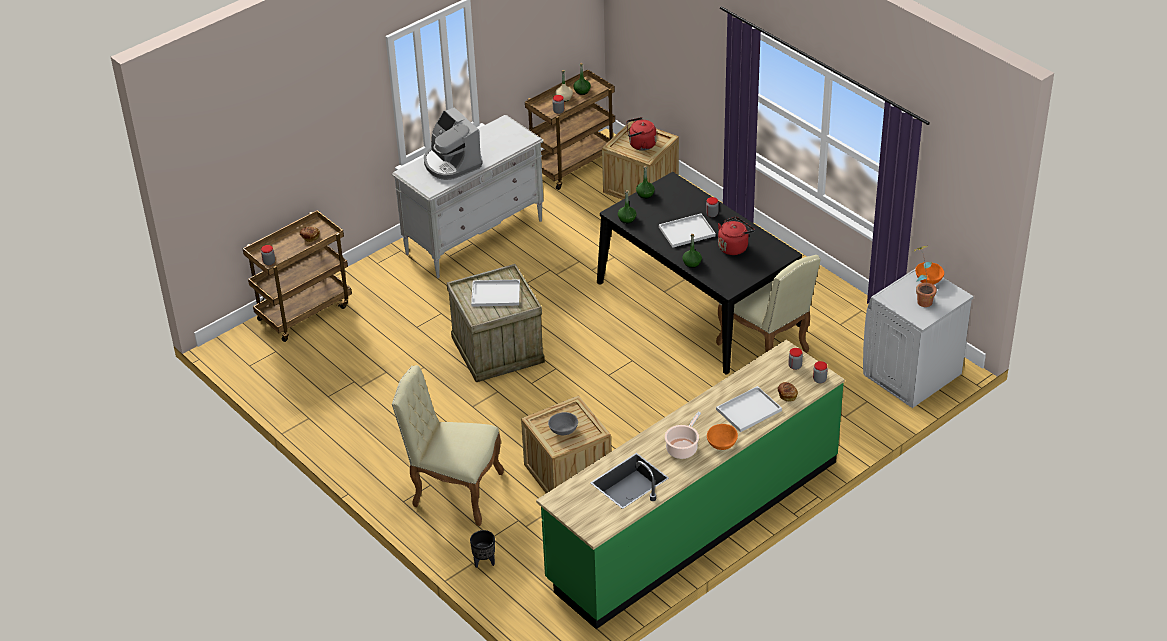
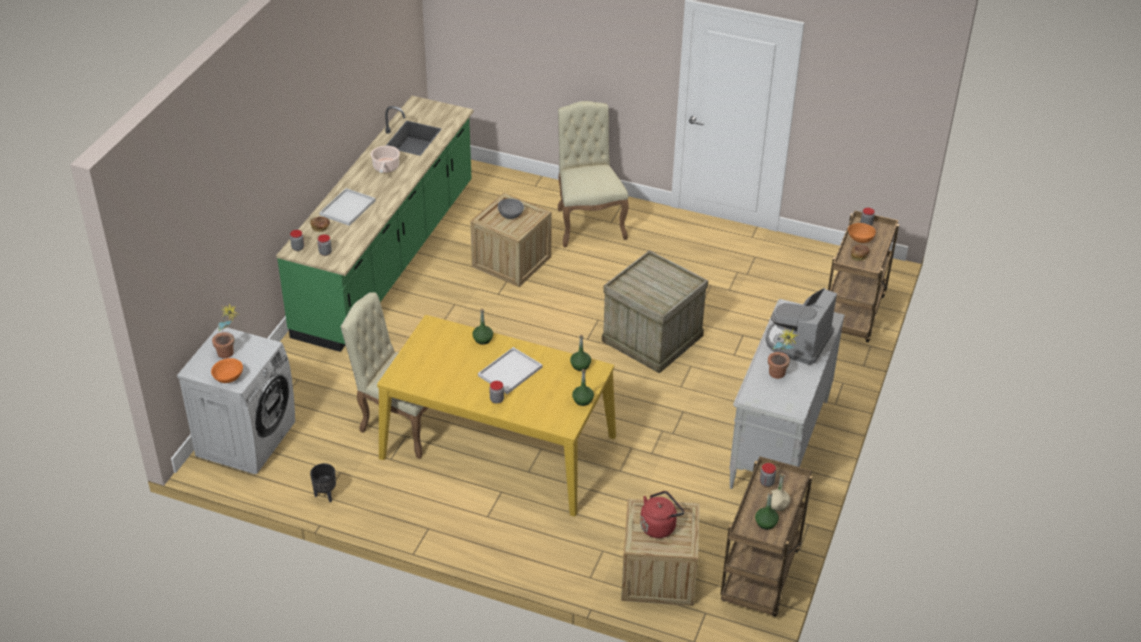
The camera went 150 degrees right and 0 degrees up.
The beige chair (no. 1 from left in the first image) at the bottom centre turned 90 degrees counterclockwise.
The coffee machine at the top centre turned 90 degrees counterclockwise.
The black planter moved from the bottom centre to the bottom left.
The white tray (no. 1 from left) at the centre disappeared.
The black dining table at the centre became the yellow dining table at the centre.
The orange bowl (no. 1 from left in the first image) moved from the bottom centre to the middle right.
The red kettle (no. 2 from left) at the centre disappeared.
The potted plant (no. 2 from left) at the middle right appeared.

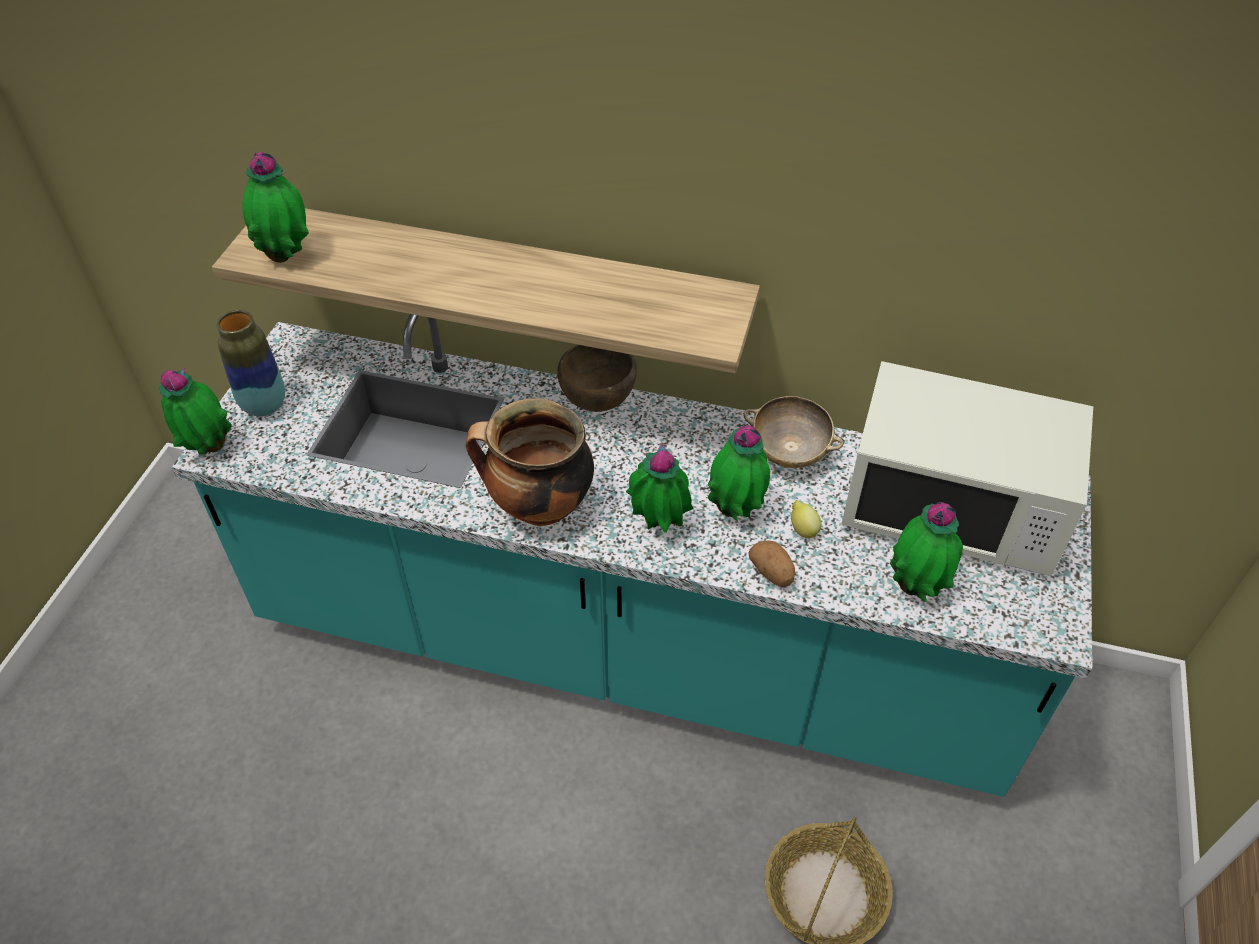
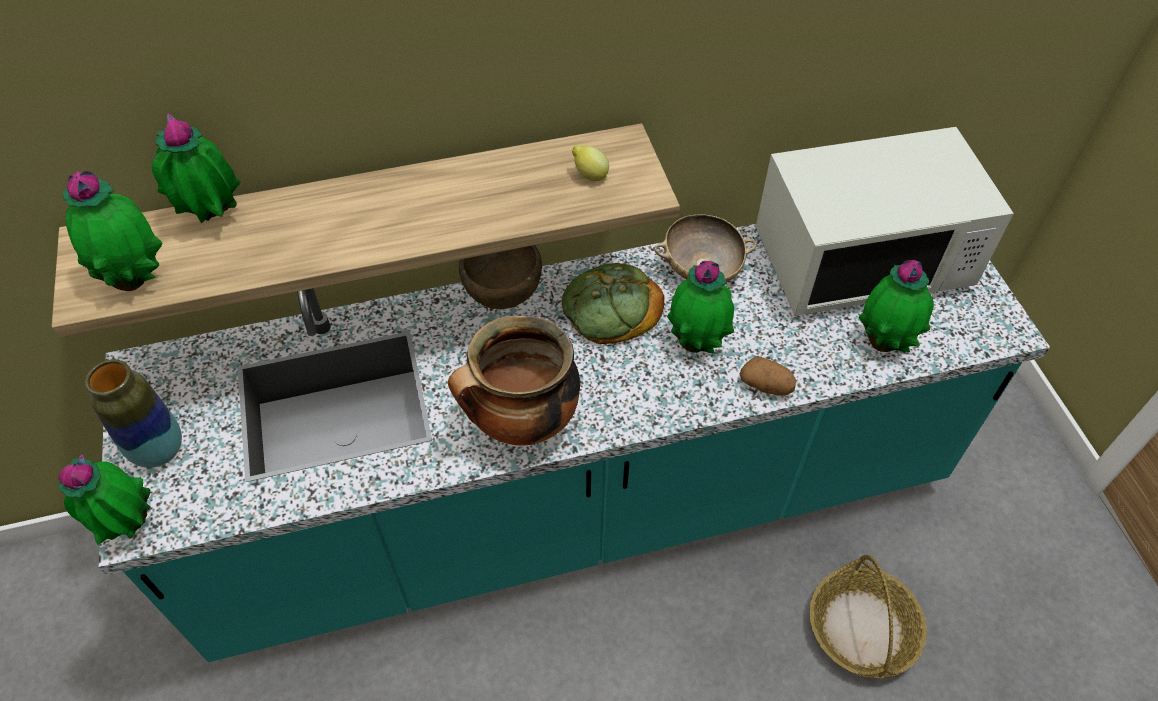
The camera went 30 degrees left and 5 degrees up.
The potted plant (no. 3 from left) moved from the centre to the top left.
The lemon moved from the centre to the top centre.
The bread at the centre appeared.

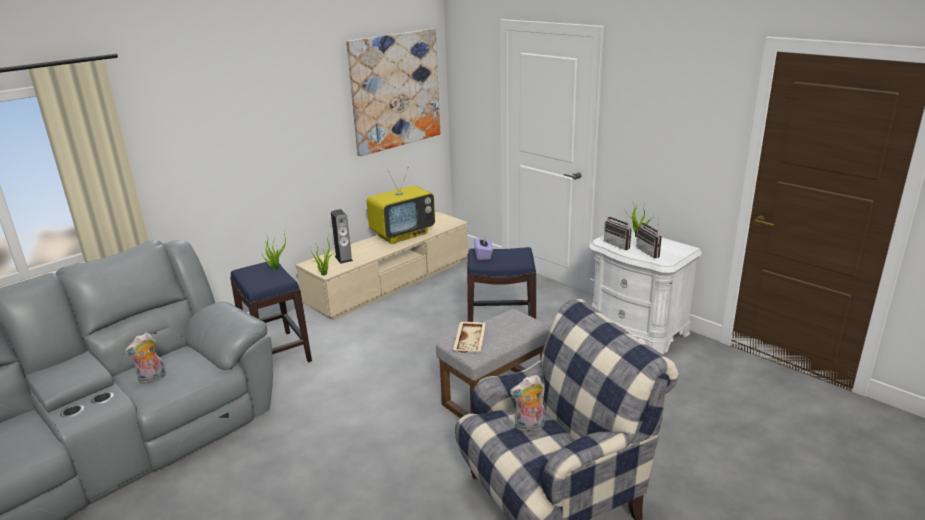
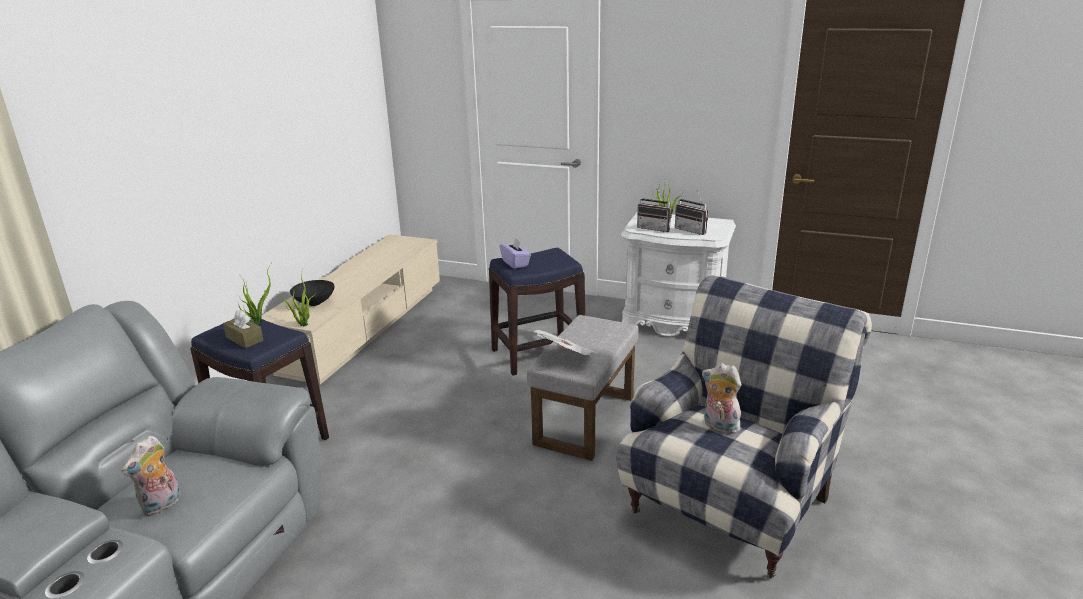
The camera went 25 degrees left and 0 degrees up.
The speaker at the centre was replaced by the black bowl at the middle left.
The picture at the top centre disappeared.
The television at the centre disappeared.
The beige tray at the centre was replaced by the newspaper at the centre.
The plush toy (no. 2 from left) at the bottom centre turned 75 degrees clockwise.
The brown tissue box at the middle left appeared.

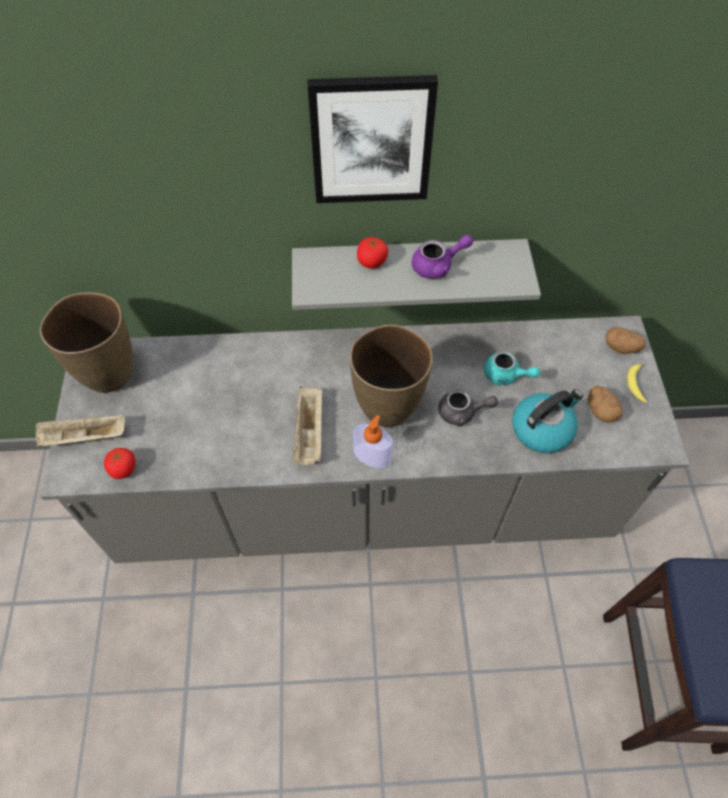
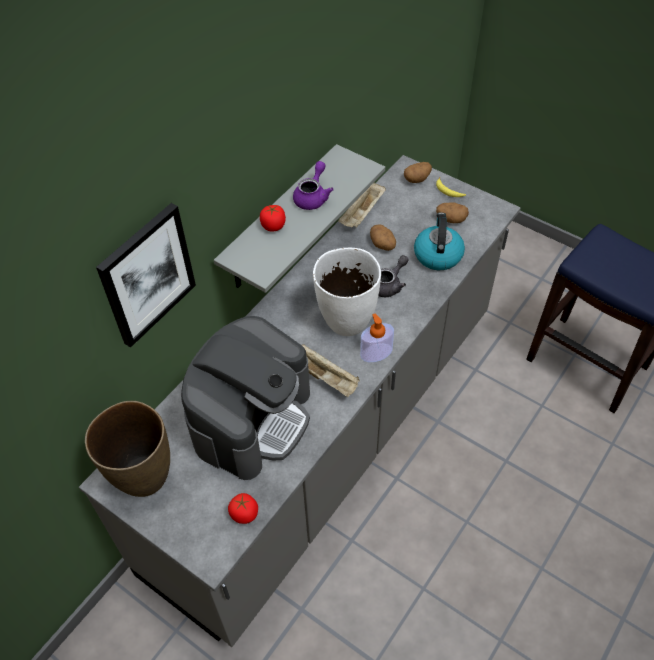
The camera went 50 degrees left and 5 degrees down.
The beige tray (no. 1 from left in the first image) moved from the middle left to the top centre.
The picture moved from the top centre to the middle left.
The brown vase (no. 2 from left) at the centre became the white vase at the centre.
The turquoise teapot at the middle right was replaced by the potato (no. 1 from left) at the centre.
The coffee machine at the centre appeared.

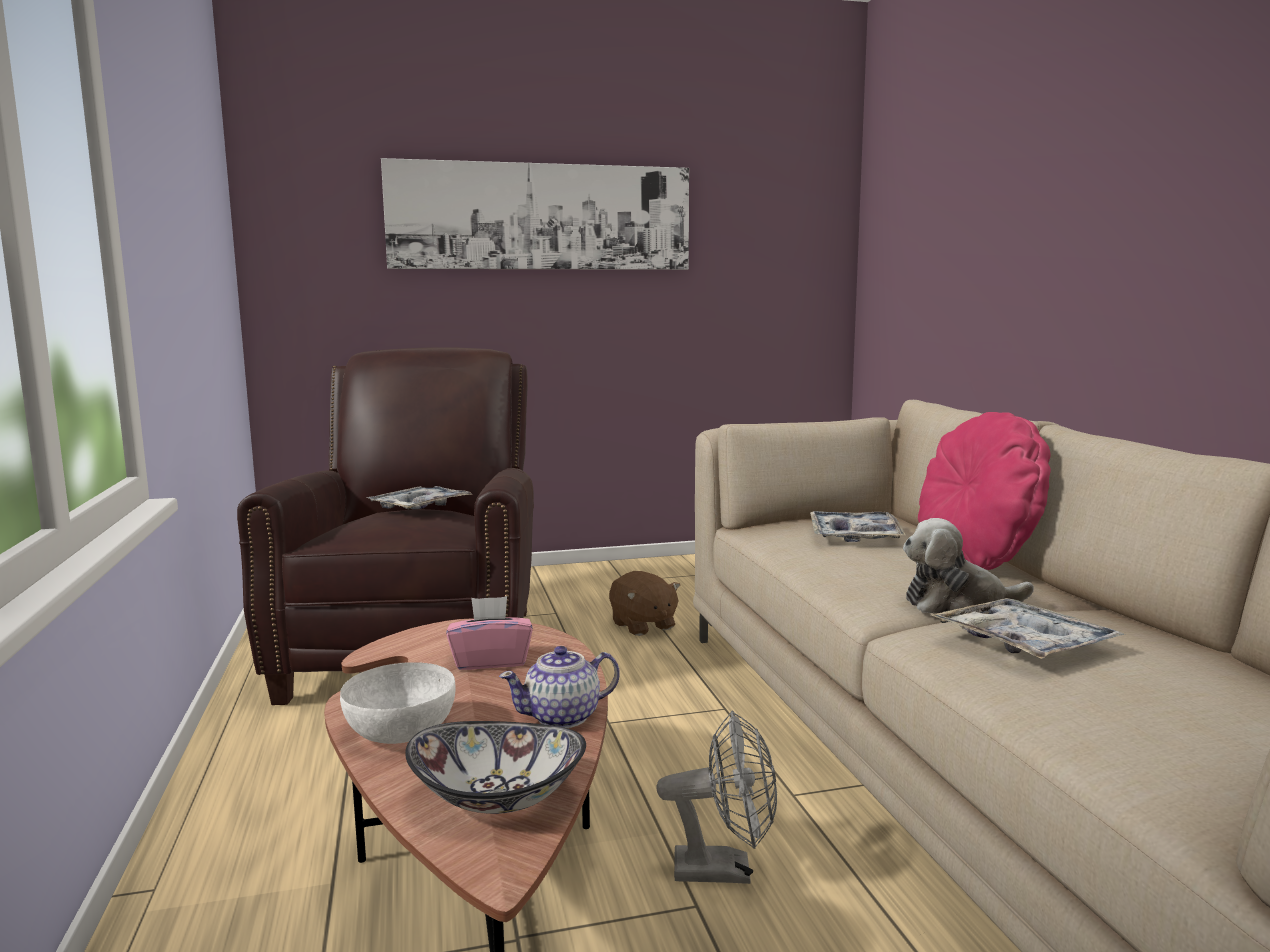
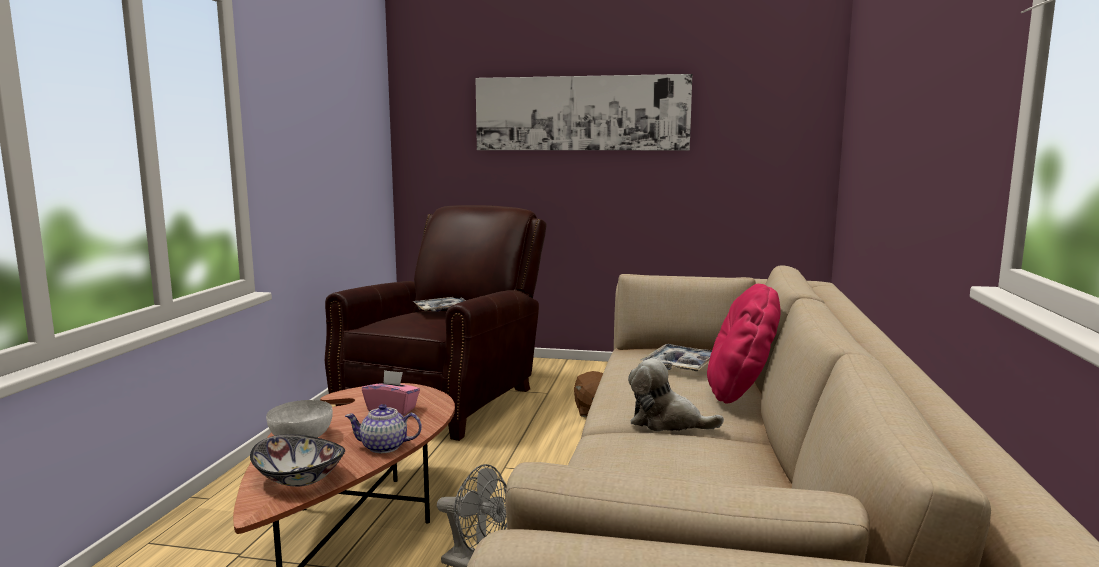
The camera went 25 degrees right and 0 degrees up.
The tray (no. 3 from left) at the middle right disappeared.

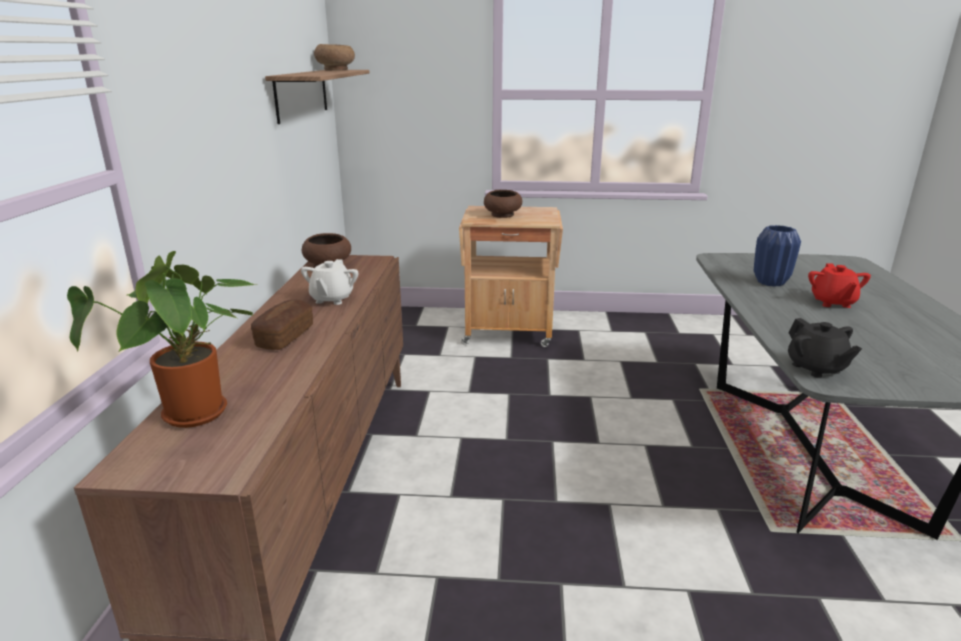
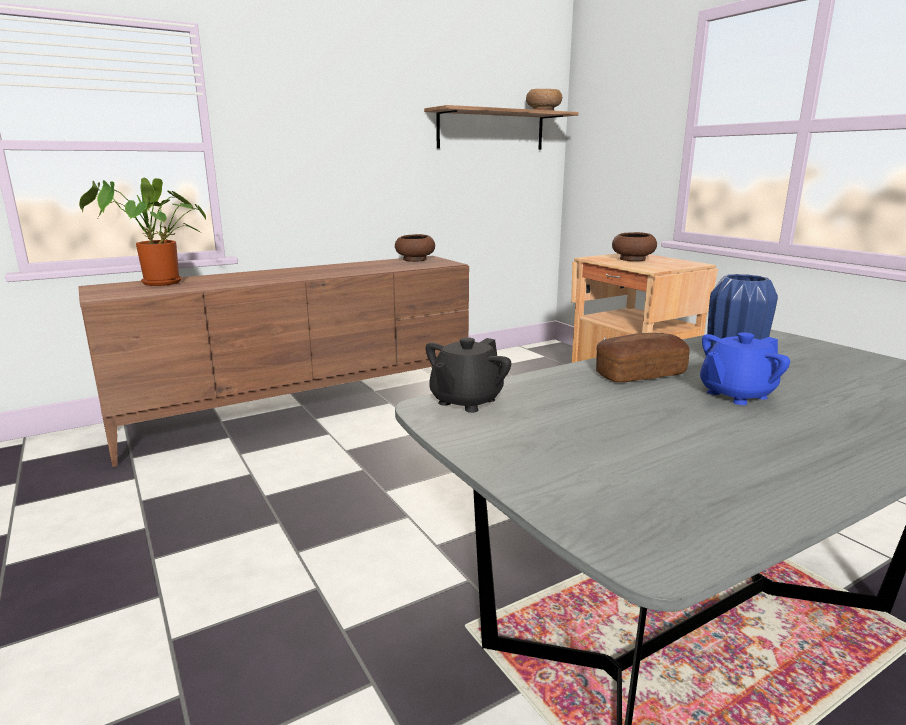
The camera went 55 degrees right and 5 degrees down.
The bread moved from the middle left to the middle right.
The white teapot at the centre disappeared.
The red teapot at the middle right became the blue teapot at the middle right.

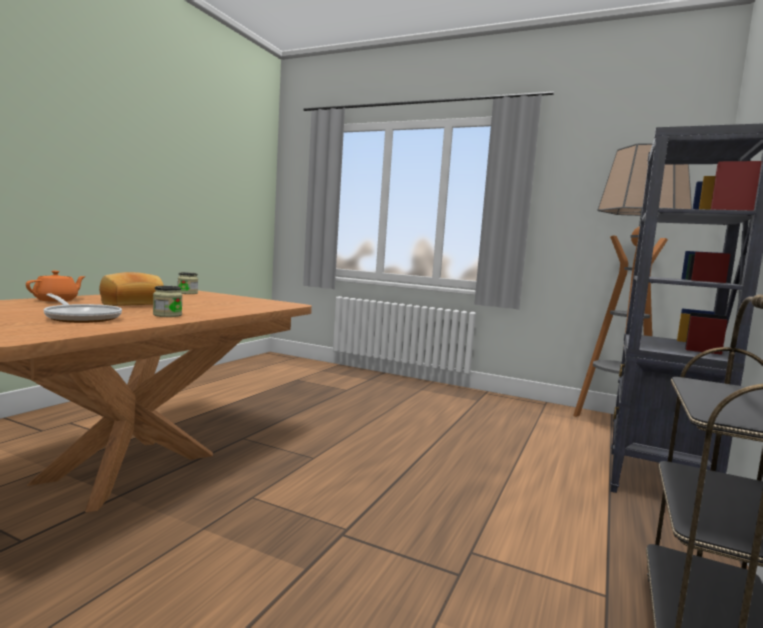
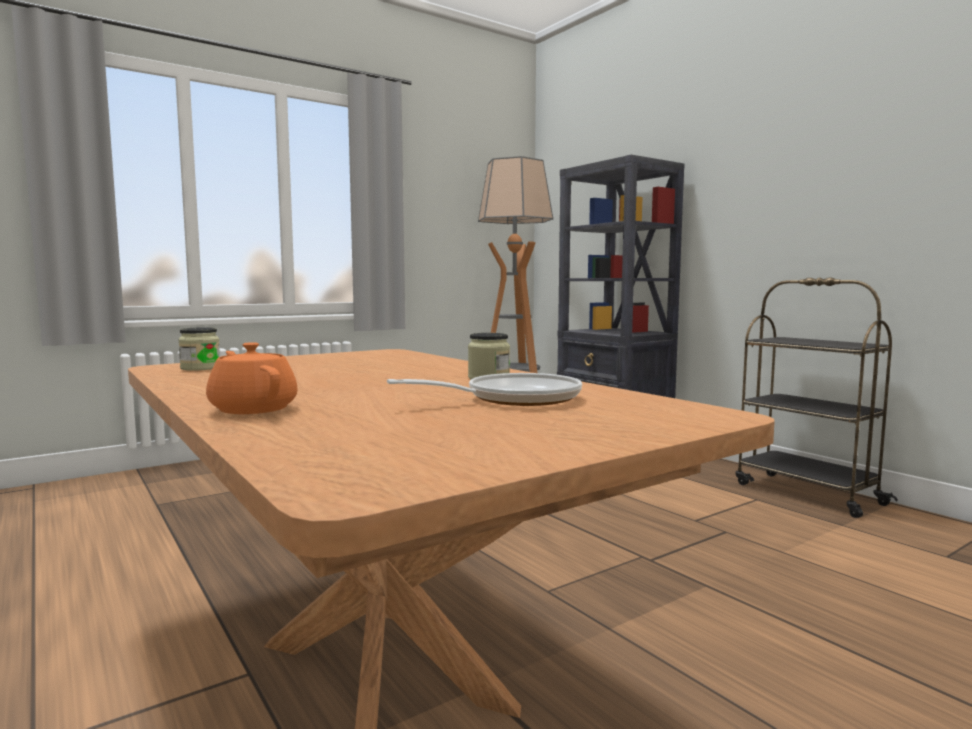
The camera went 60 degrees left and 0 degrees up.
The bread at the middle left disappeared.

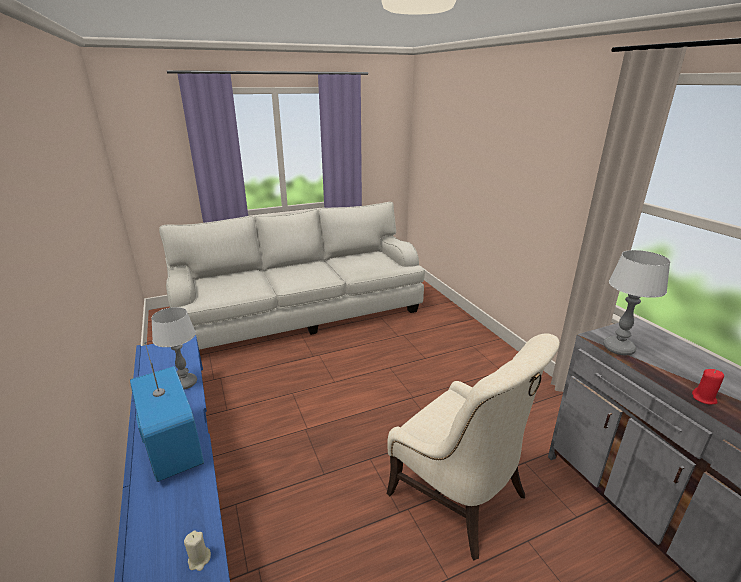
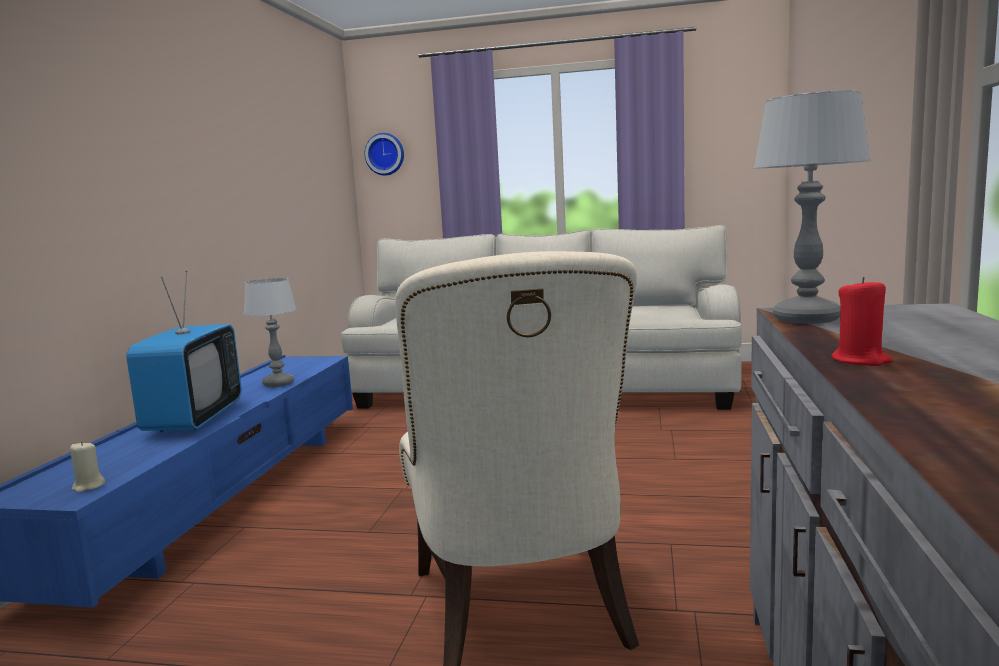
The camera went 35 degrees right and 15 degrees down.
The wall clock at the top centre appeared.

